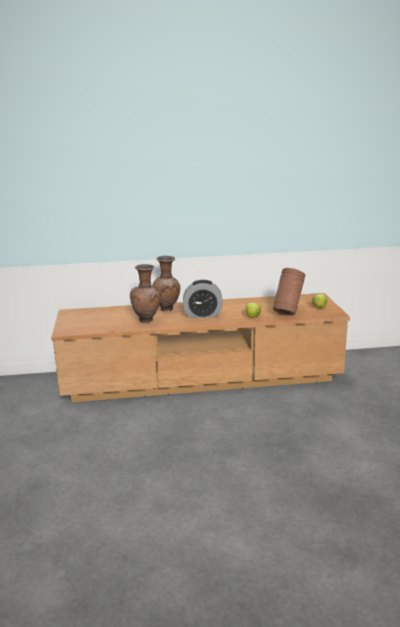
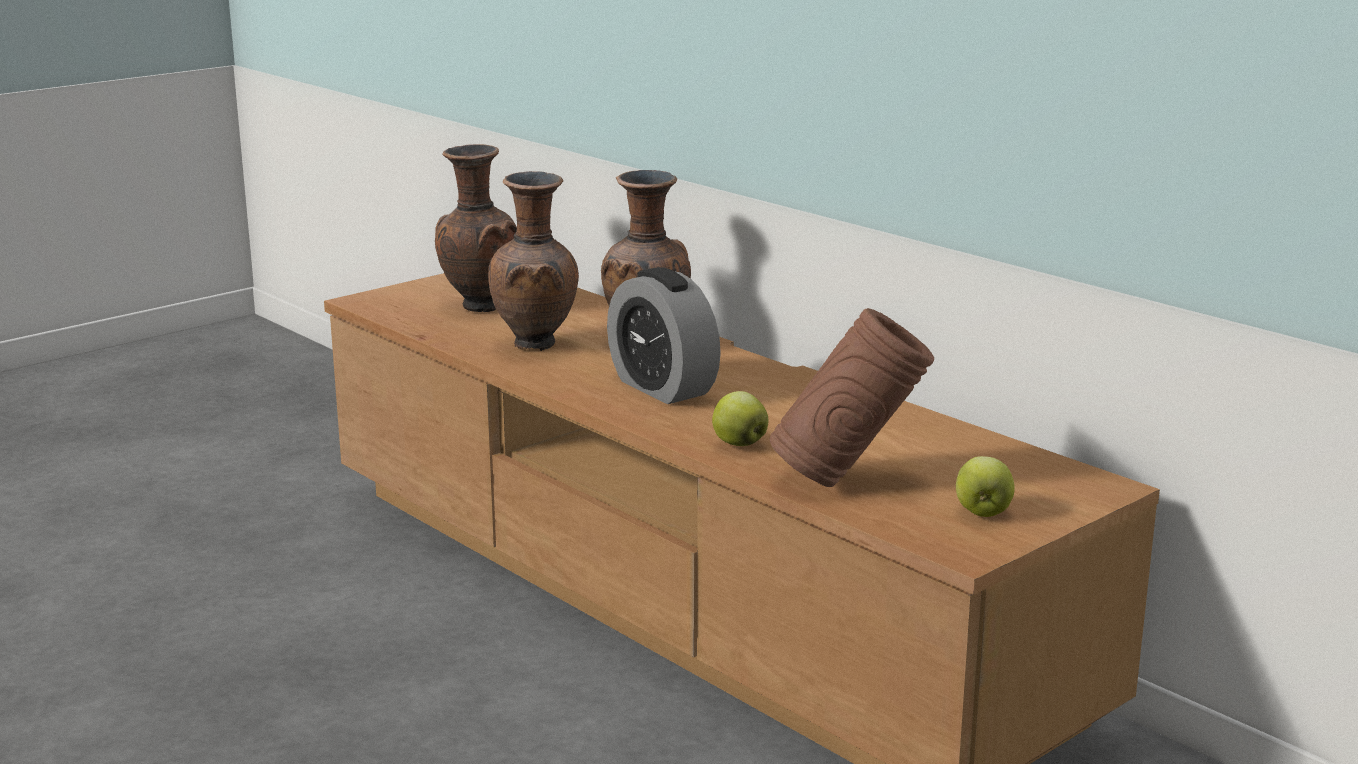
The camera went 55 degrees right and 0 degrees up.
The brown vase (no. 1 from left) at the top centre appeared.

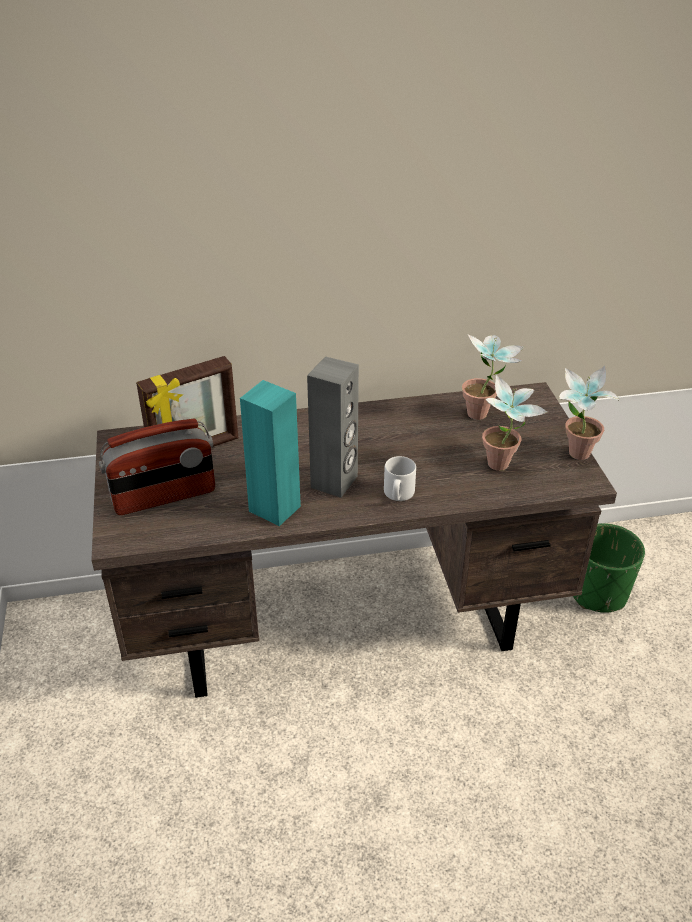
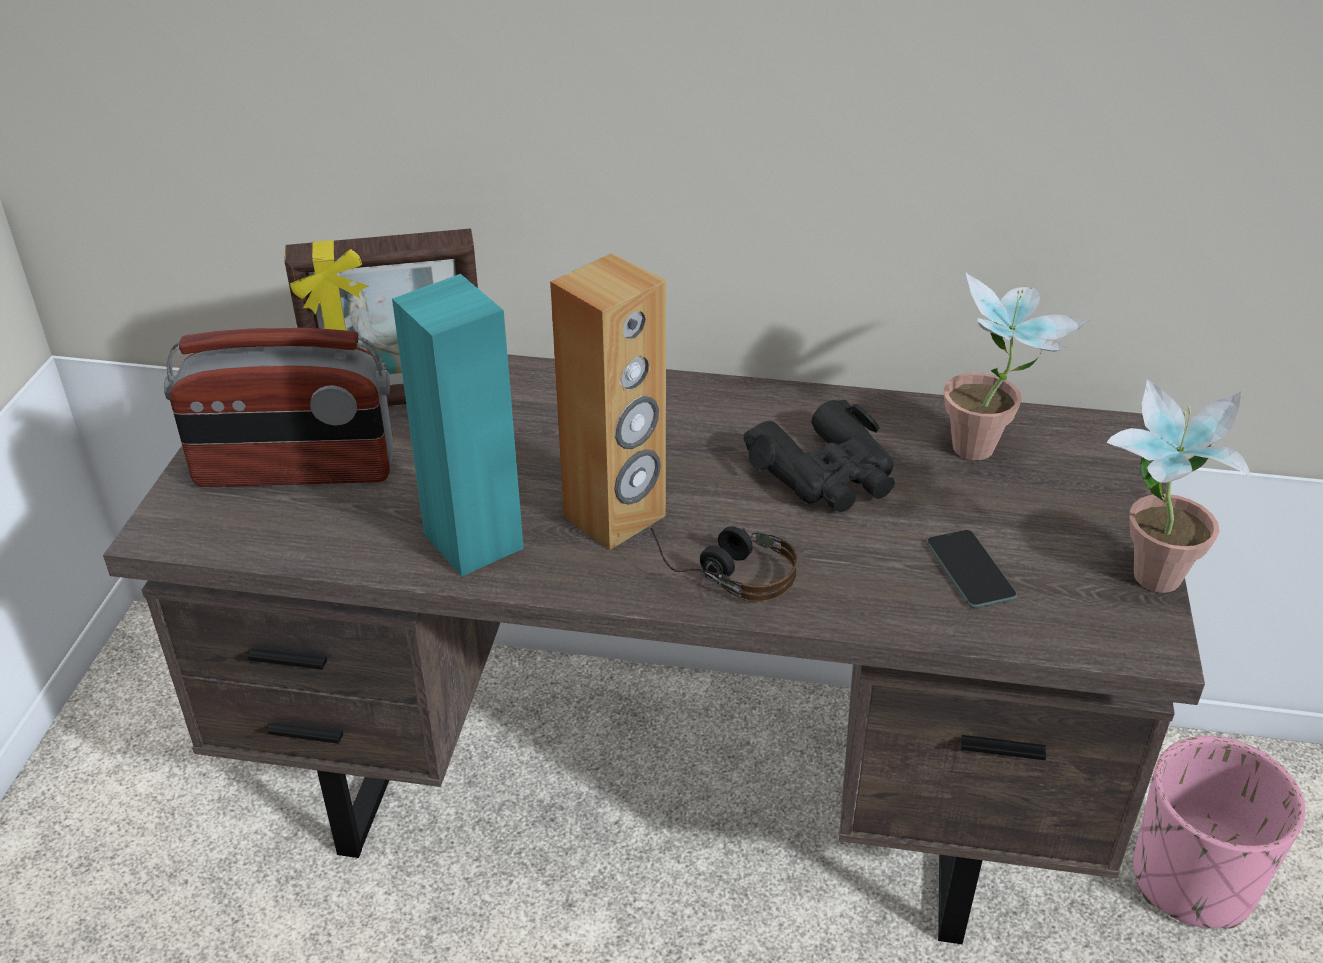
The camera went 20 degrees right and 0 degrees up.
The grey speaker at the centre became the brown speaker at the centre.
The grey mug at the centre was replaced by the headphones at the centre.
The potted plant (no. 2 from left) at the middle right was replaced by the phone at the middle right.
The green planter at the middle right became the pink planter at the bottom right.
The black binoculars at the centre appeared.

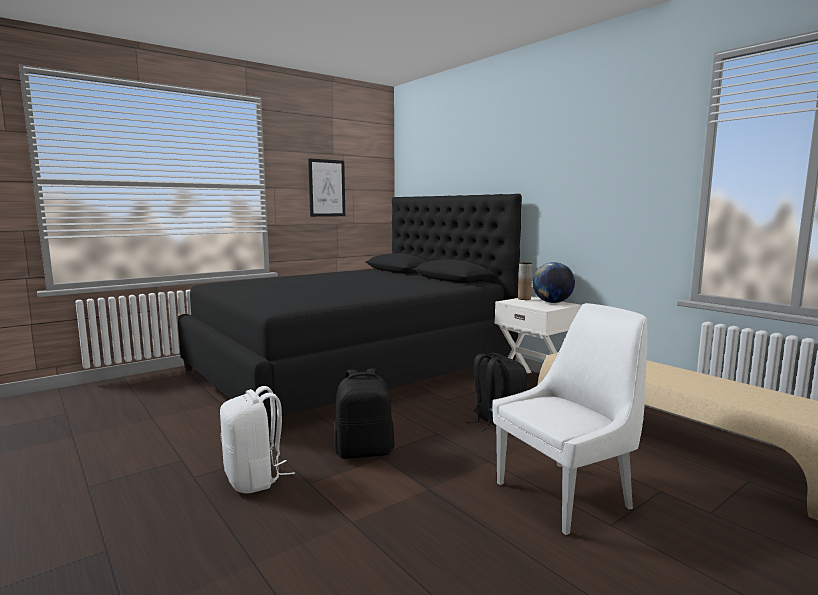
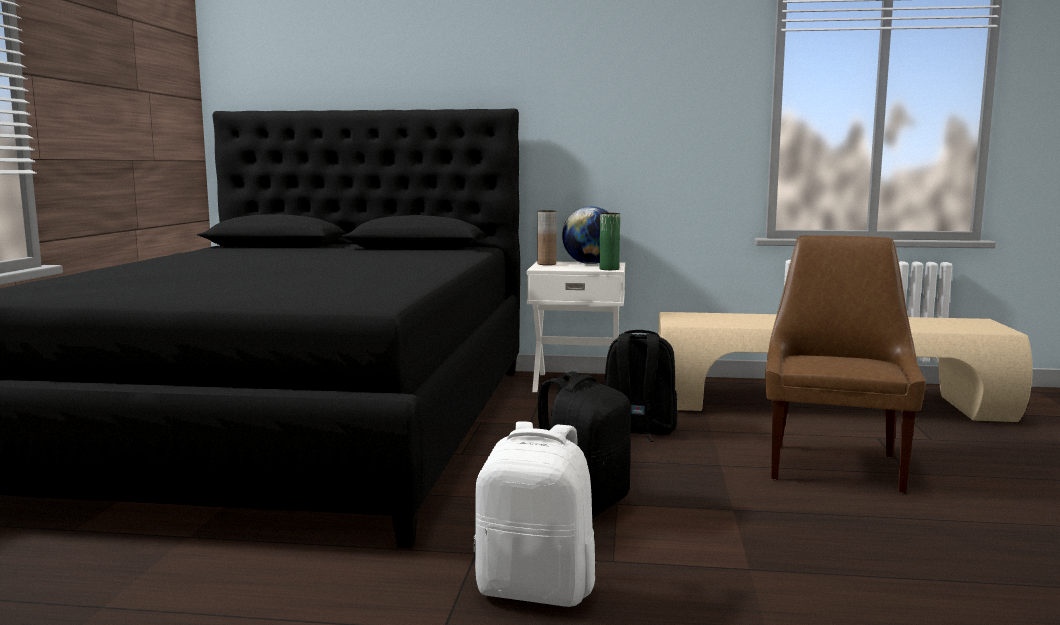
The camera went 45 degrees left and 0 degrees up.
The picture at the top centre disappeared.
The white chair at the bottom right became the brown chair at the middle right.
The green vase at the centre appeared.

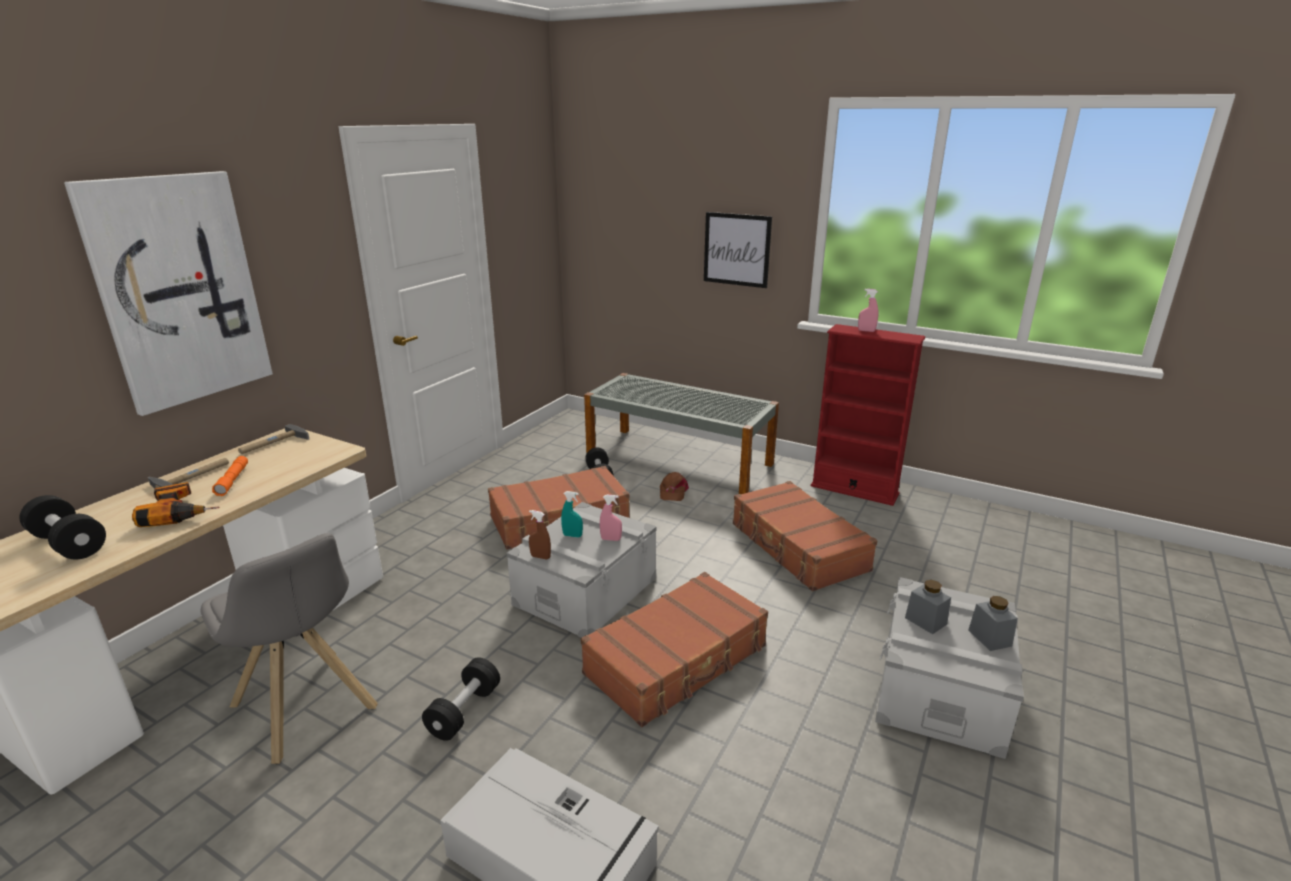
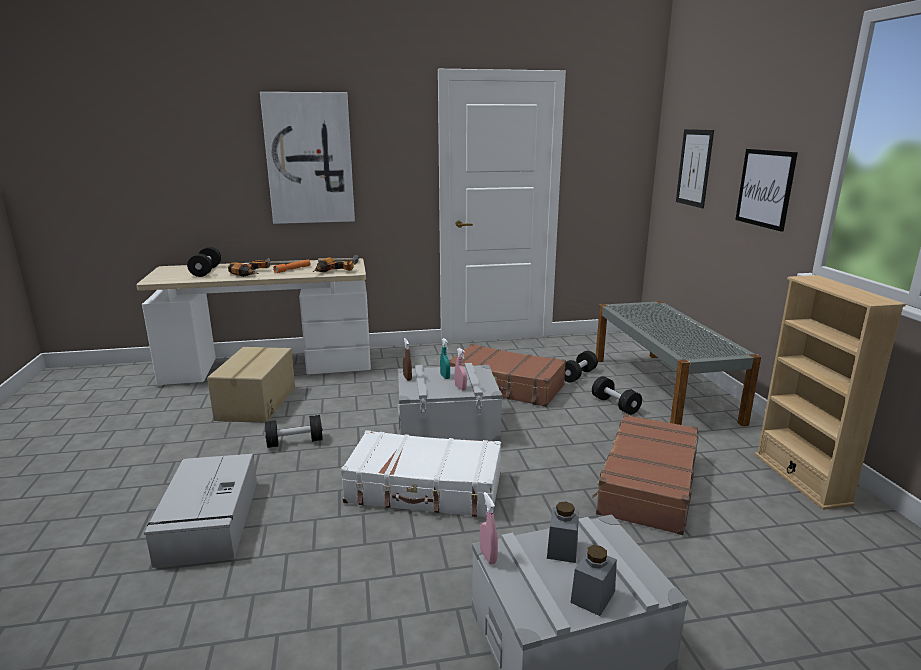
The camera went 50 degrees right and 5 degrees down.
The grey chair at the bottom left was replaced by the cardboard box at the middle left.
The brown suitcase (no. 2 from left) at the bottom centre became the white suitcase at the bottom centre.
The brown cap at the centre was replaced by the black dumbbell (no. 4 from left) at the middle right.
The red bookcase at the middle right became the beige bookcase at the middle right.
The pink spray bottle (no. 2 from left) moved from the middle right to the bottom centre.
The power drill (no. 2 from left) at the centre appeared.
The picture (no. 2 from left) at the top right appeared.

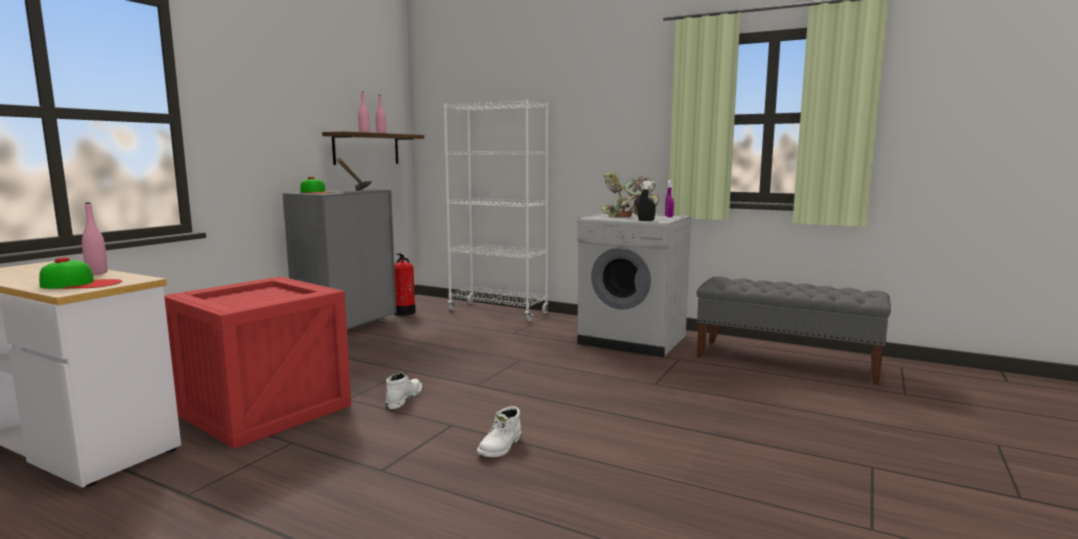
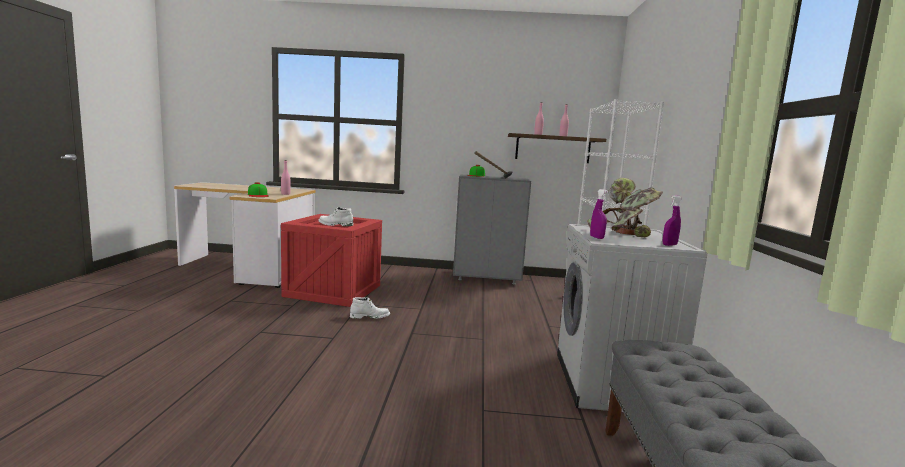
The camera went 65 degrees right and 0 degrees up.
The fire extinguisher at the centre disappeared.
The white boot (no. 2 from left in the first image) moved from the bottom centre to the centre.
The black spray bottle at the centre became the purple spray bottle (no. 1 from left) at the centre.

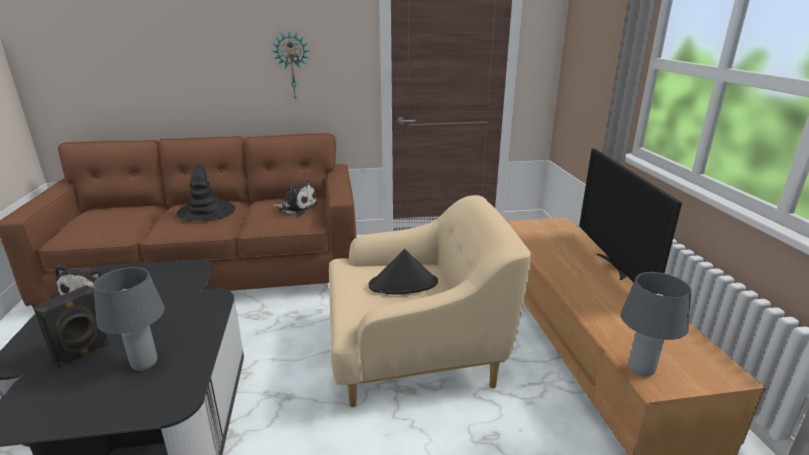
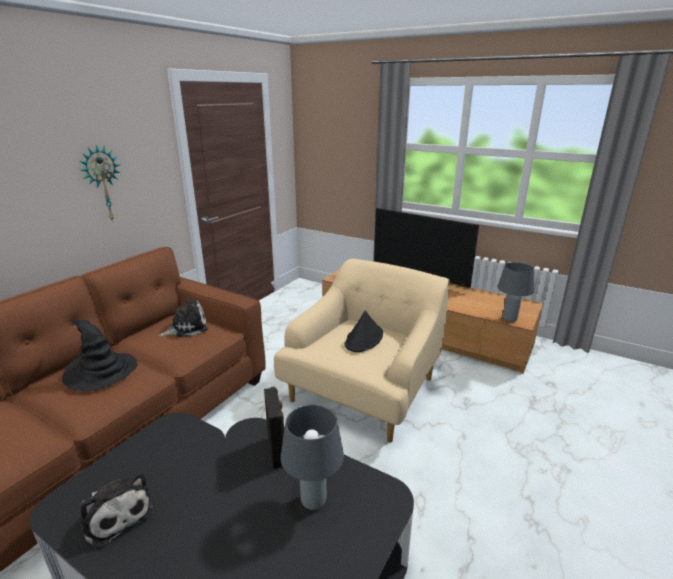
The camera went 50 degrees left and 0 degrees up.
The black speaker moved from the bottom left to the bottom centre.

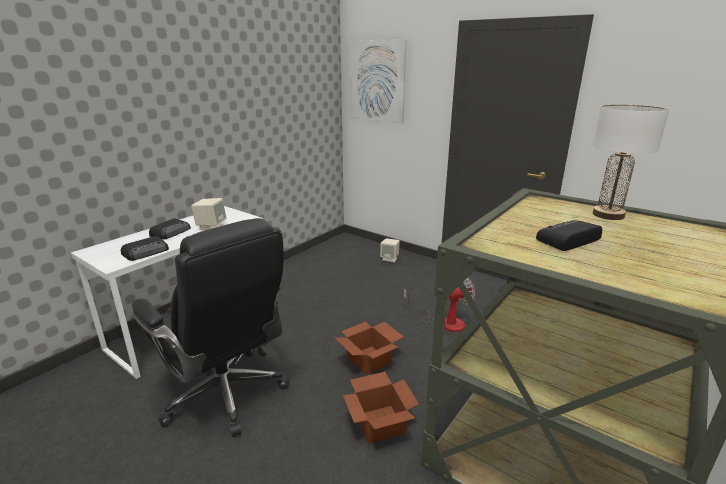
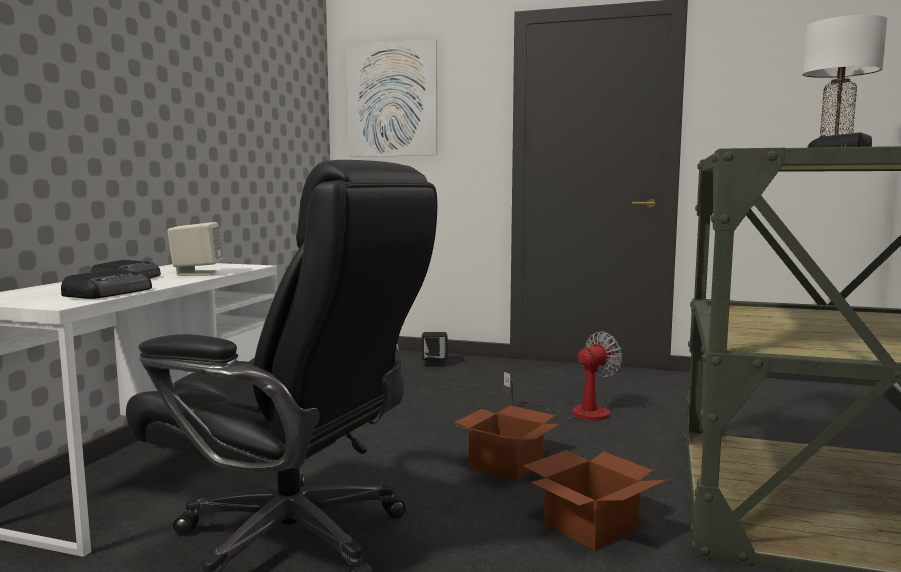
The camera went 20 degrees left and 15 degrees down.
The beige speaker (no. 2 from left) at the centre became the black speaker at the centre.

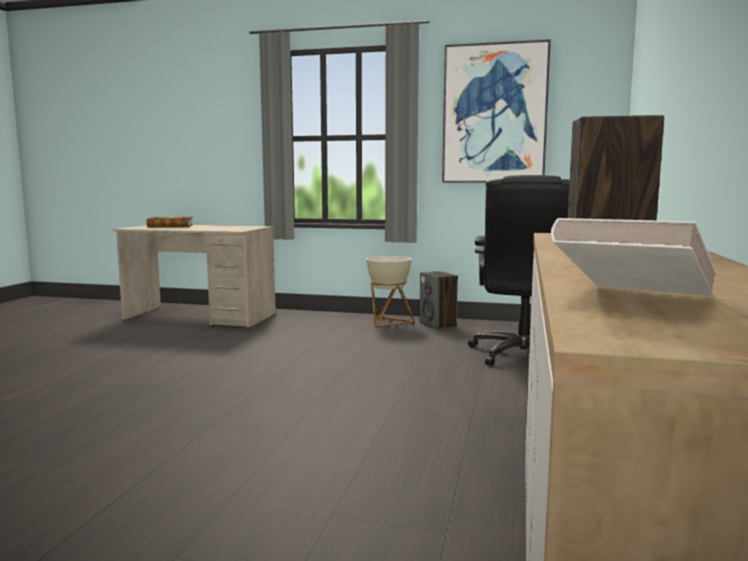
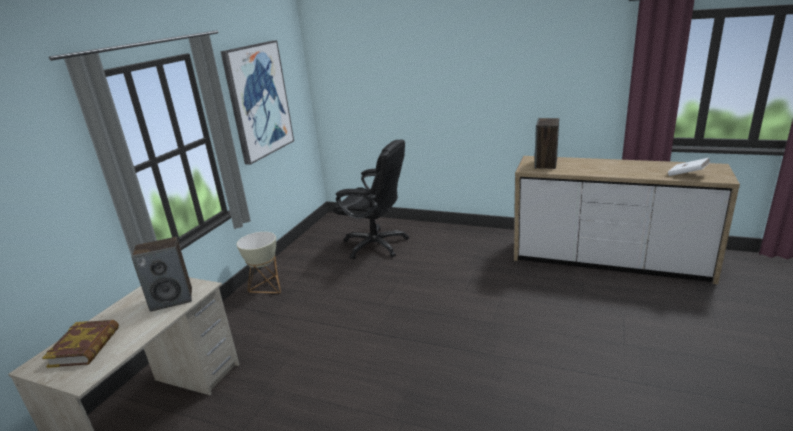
The camera went 80 degrees left and 15 degrees up.
The speaker (no. 1 from left) moved from the centre to the middle left.

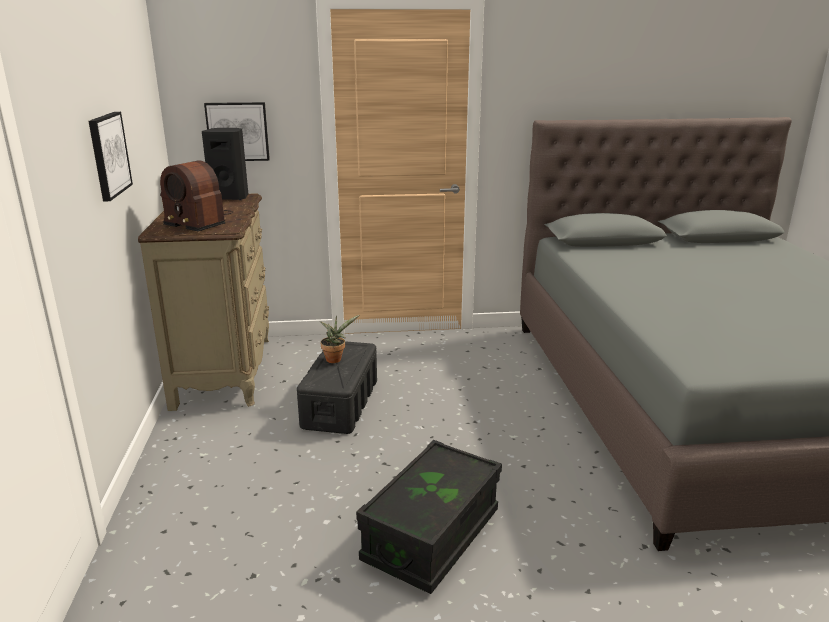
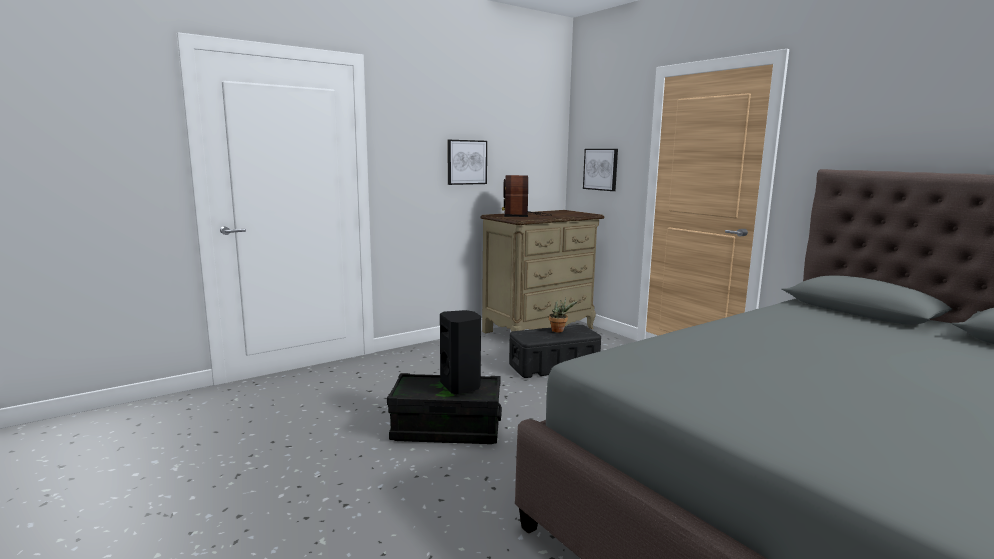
The camera went 60 degrees right and 10 degrees down.
The black speaker moved from the top left to the centre.

